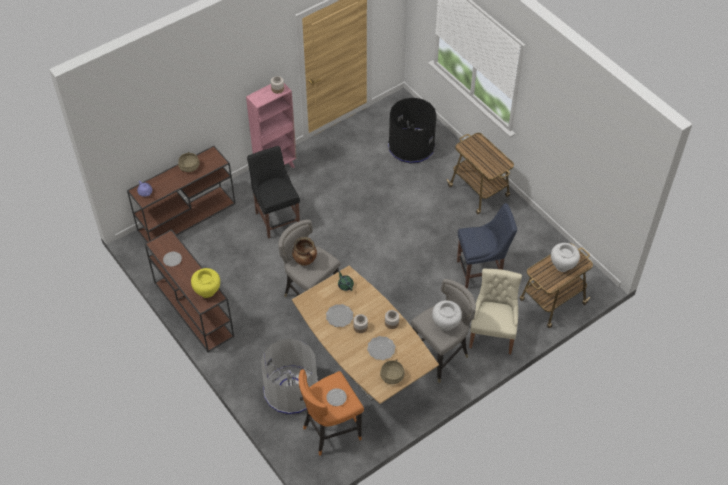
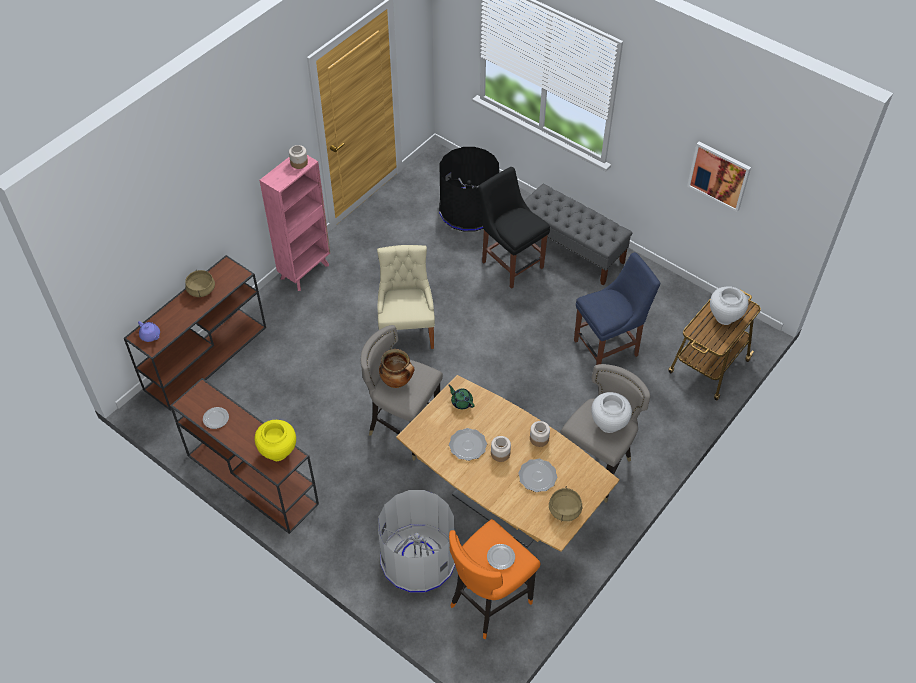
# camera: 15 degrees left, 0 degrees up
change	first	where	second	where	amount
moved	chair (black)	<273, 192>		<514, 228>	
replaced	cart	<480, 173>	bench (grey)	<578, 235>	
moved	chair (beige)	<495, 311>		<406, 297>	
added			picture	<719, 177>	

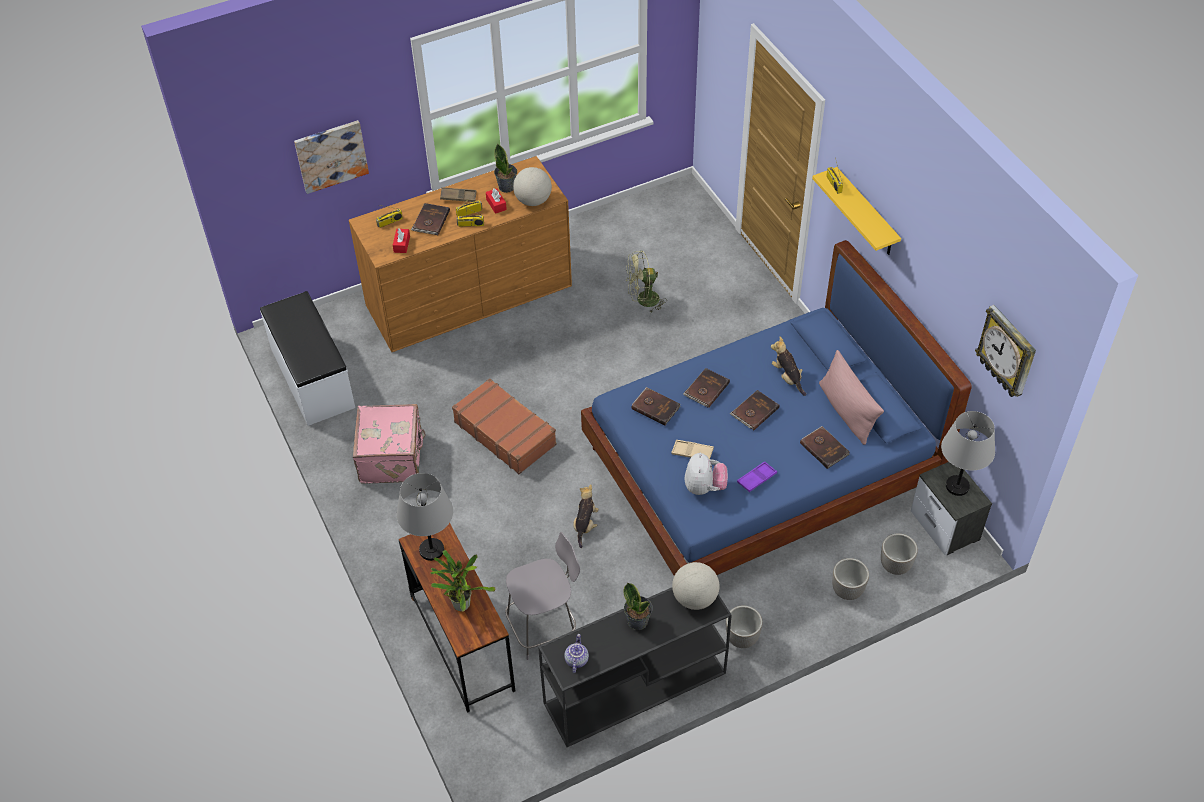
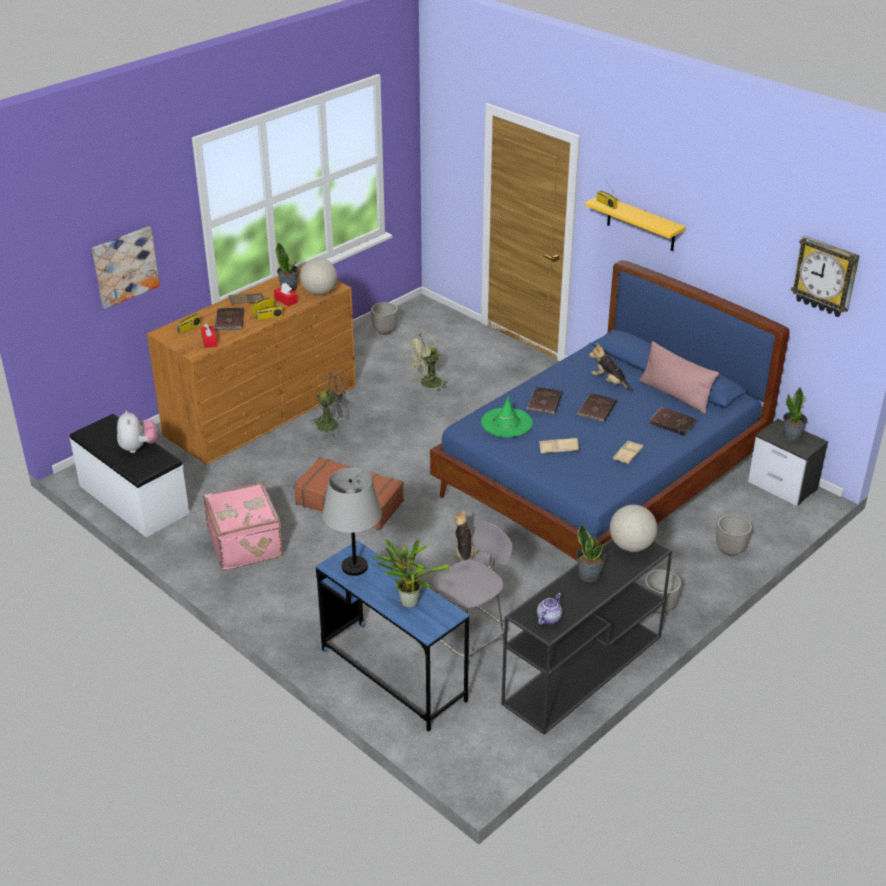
# camera: 20 degrees left, 15 degrees down
change	first	where	second	where	amount
recoloured	desk (brown)	<457, 618>	desk (blue)	<392, 636>	
turned	teapot	<576, 653>		<549, 609>	45 degrees clockwise
replaced	book (brown)	<656, 406>	hat (green)	<507, 416>	
moved	plush toy	<706, 474>		<137, 431>	
recoloured	tray (purple)	<757, 477>	tray (beige)	<628, 452>	
moved	planter	<899, 554>		<384, 318>	
replaced	table lamp (grey)	<968, 453>	potted plant	<795, 414>	
added			fan (grey)	<329, 404>	

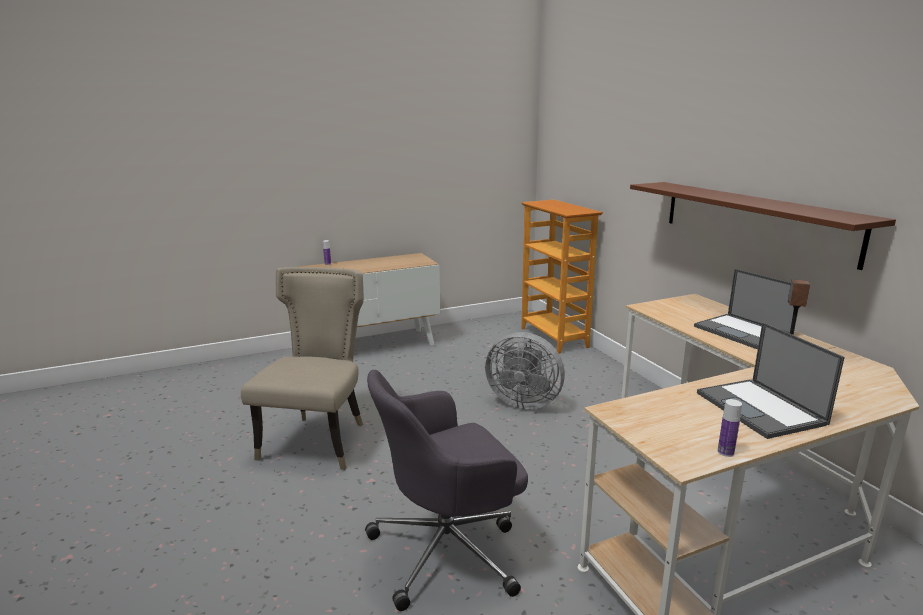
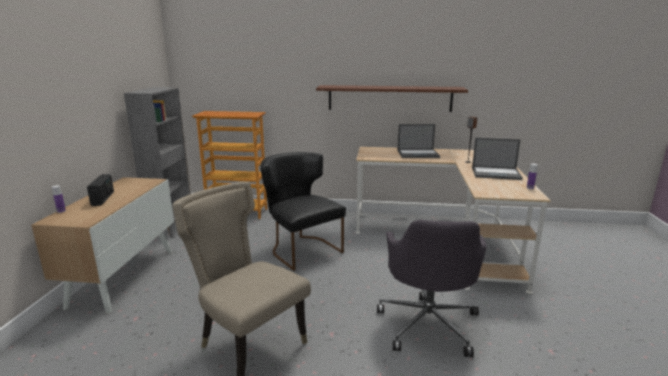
# camera: 60 degrees left, 0 degrees up
change	first	where	second	where	amount
replaced	fan (grey)	<525, 371>	chair (black)	<303, 211>	
added			radio	<100, 190>	
added			bookcase (grey)	<157, 162>	

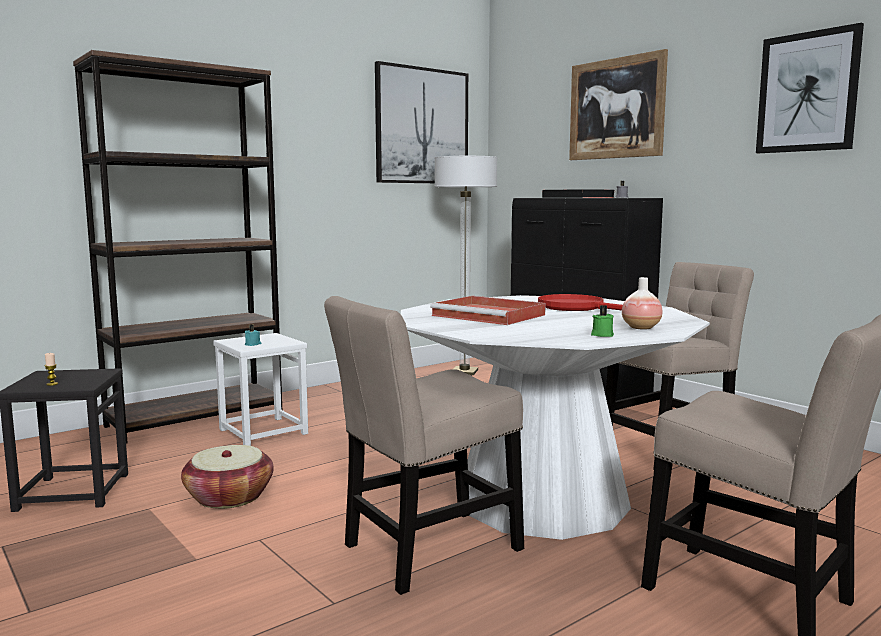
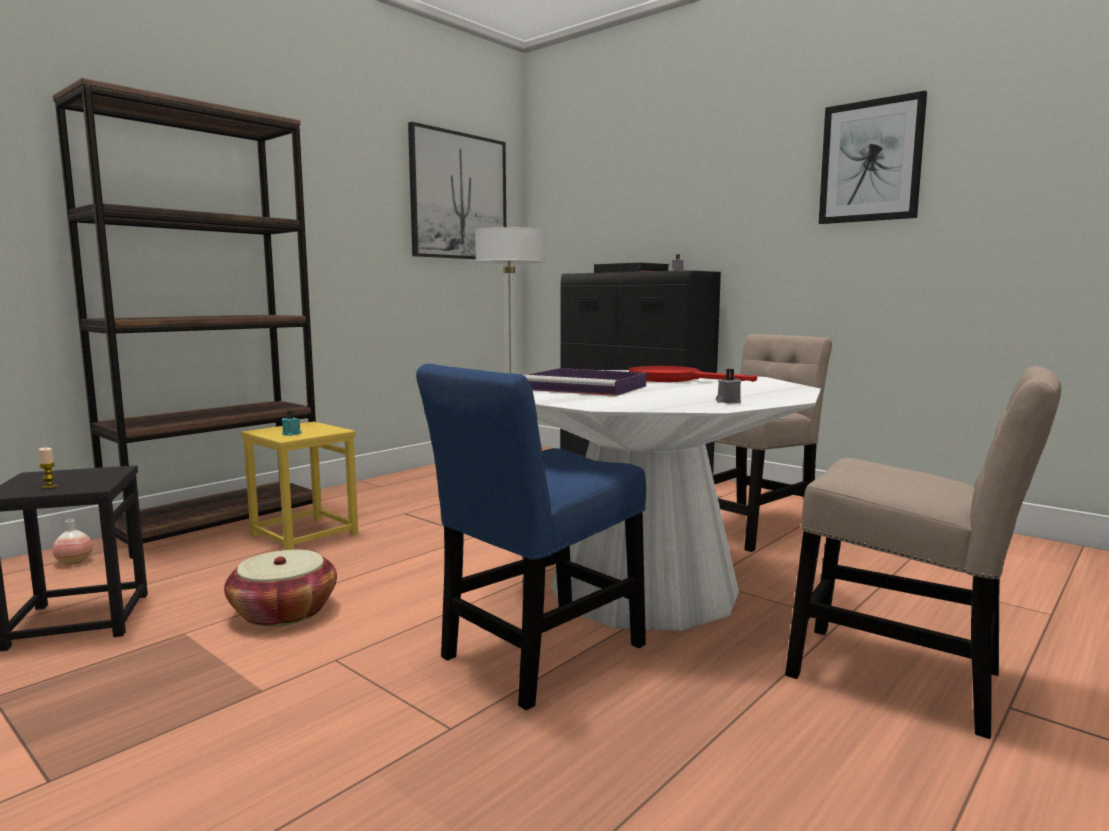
# camera: 10 degrees left, 0 degrees up
change	first	where	second	where	amount
recoloured	stool (white)	<260, 389>	stool (yellow)	<299, 486>	
recoloured	chair (beige)	<424, 445>	chair (blue)	<531, 537>	
recoloured	tray (red)	<488, 310>	tray (purple)	<585, 382>	
removed	picture	<618, 104>			
recoloured	candle (green)	<602, 321>	candle (grey)	<728, 386>	
moved	vase	<642, 303>		<72, 542>	

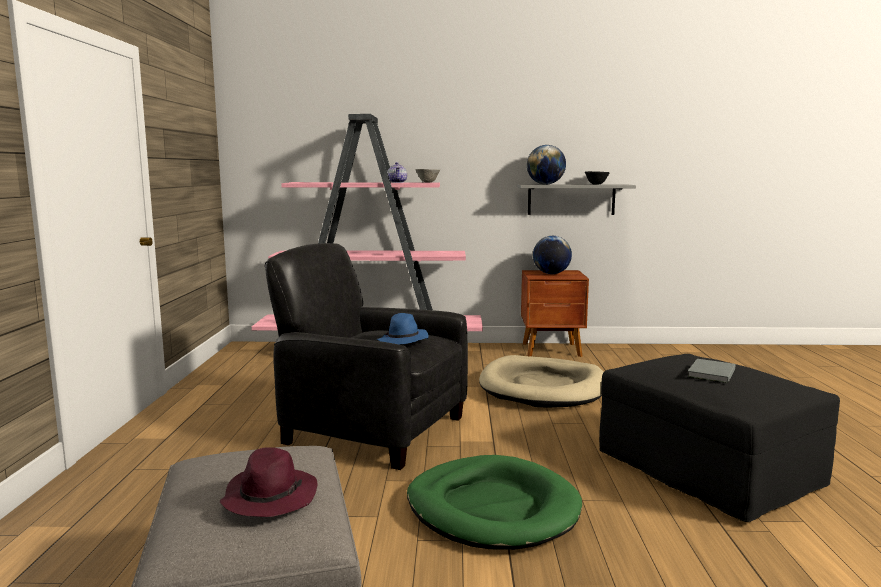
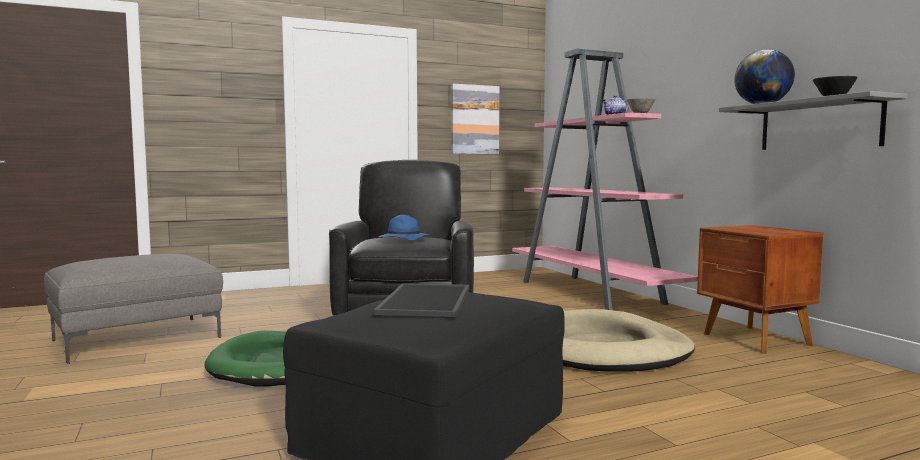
# camera: 65 degrees right, 5 degrees down
change	first	where	second	where	amount
removed	hat (purple)	<268, 482>			
removed	globe	<552, 255>			
replaced	book (grey)	<711, 371>	tray	<421, 300>	
added			picture	<475, 119>	

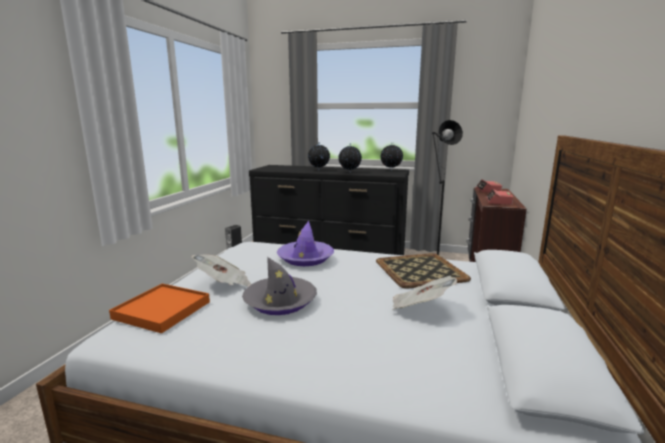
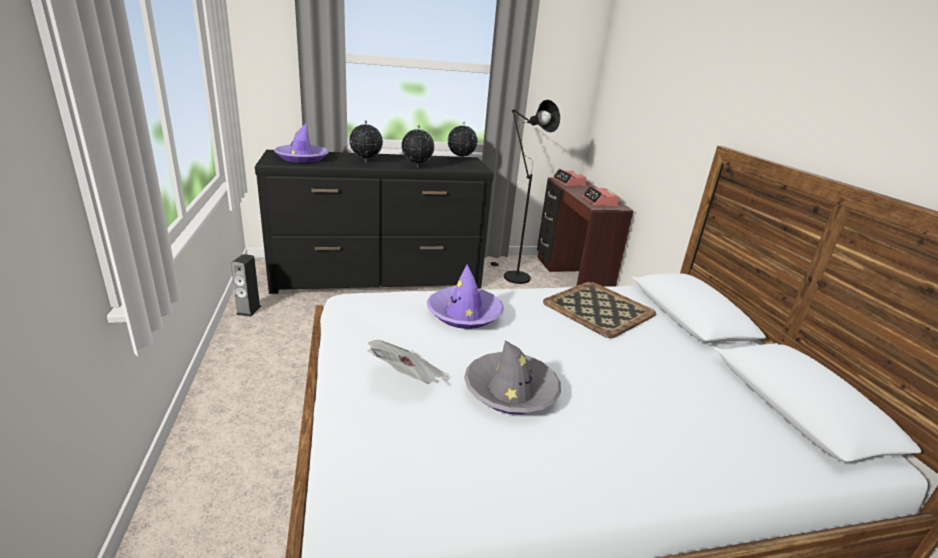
# camera: 30 degrees left, 10 degrees up
change	first	where	second	where	amount
removed	tray (orange)	<159, 308>			
removed	newspaper	<425, 293>			
added			hat (purple)	<301, 143>	

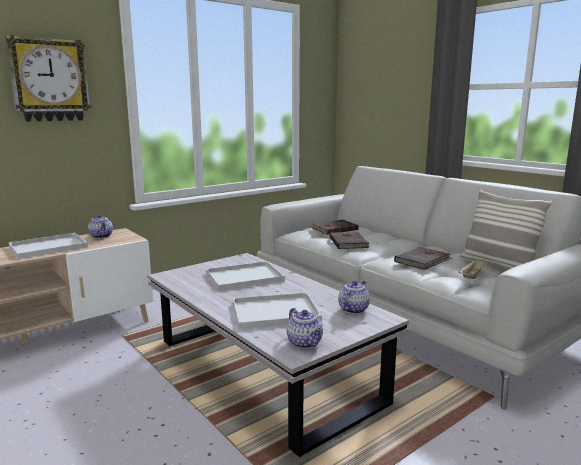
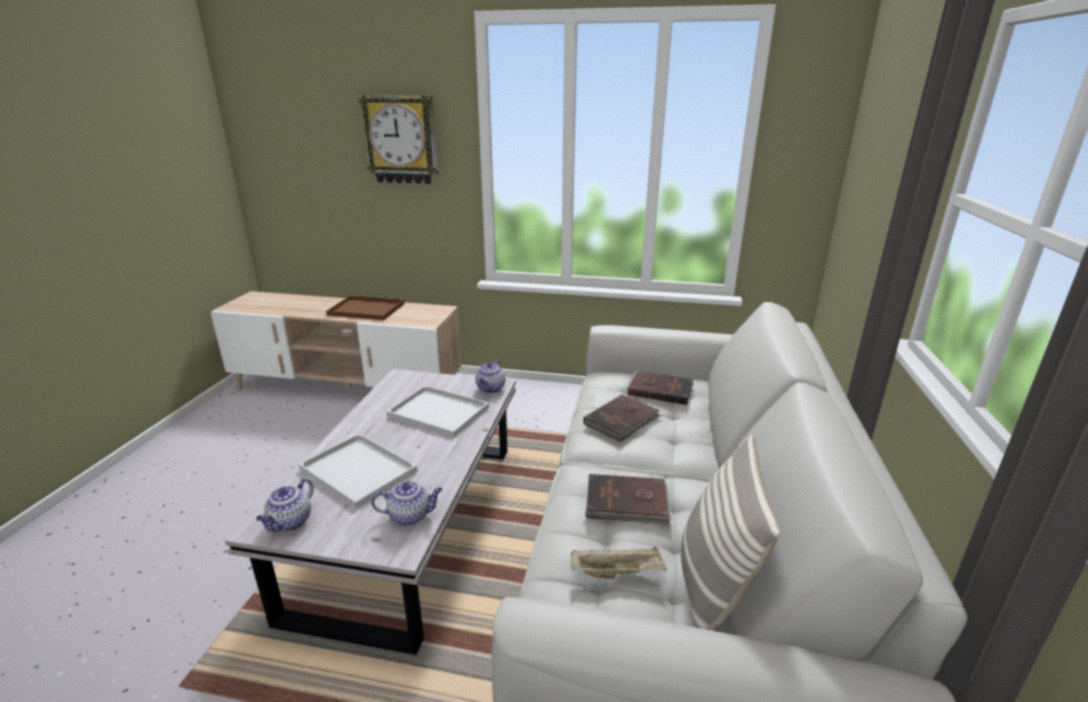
# camera: 50 degrees right, 10 degrees up
change	first	where	second	where	amount
recoloured	tray (white)	<48, 246>	tray (brown)	<365, 308>	
moved	teapot	<100, 226>		<491, 376>	

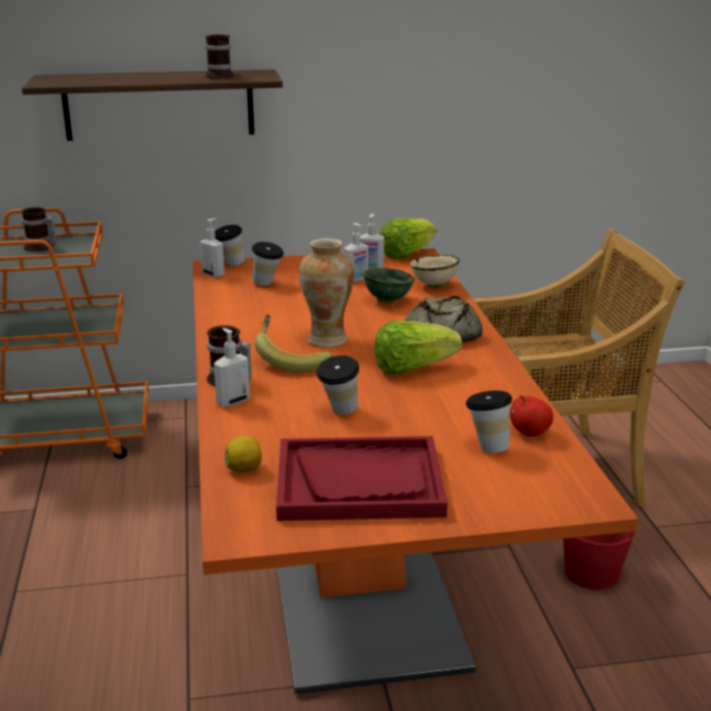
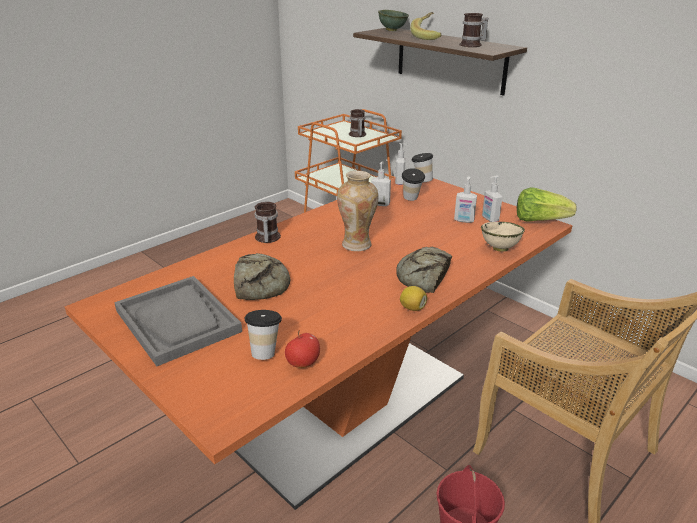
# camera: 55 degrees right, 5 degrees up
change	first	where	second	where	amount
moved	soap dispenser	<232, 367>		<381, 183>	
moved	lemon	<243, 453>		<413, 298>	
moved	banana	<294, 343>		<426, 26>	
recoloured	tray (red)	<362, 478>	tray (grey)	<178, 321>	
replaced	cup	<337, 384>	bread	<262, 276>	
moved	bowl (green)	<389, 286>		<393, 20>	
removed	lettuce	<418, 348>			

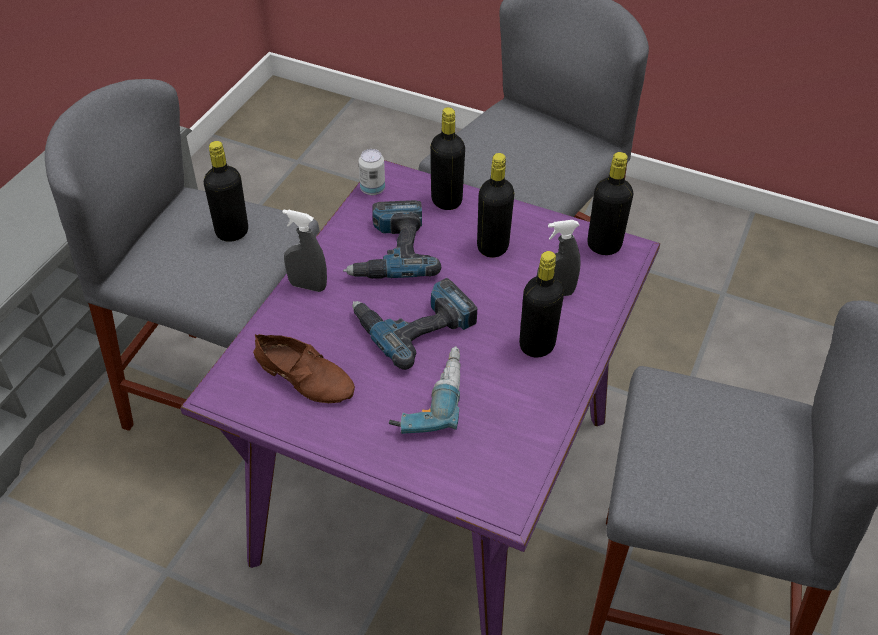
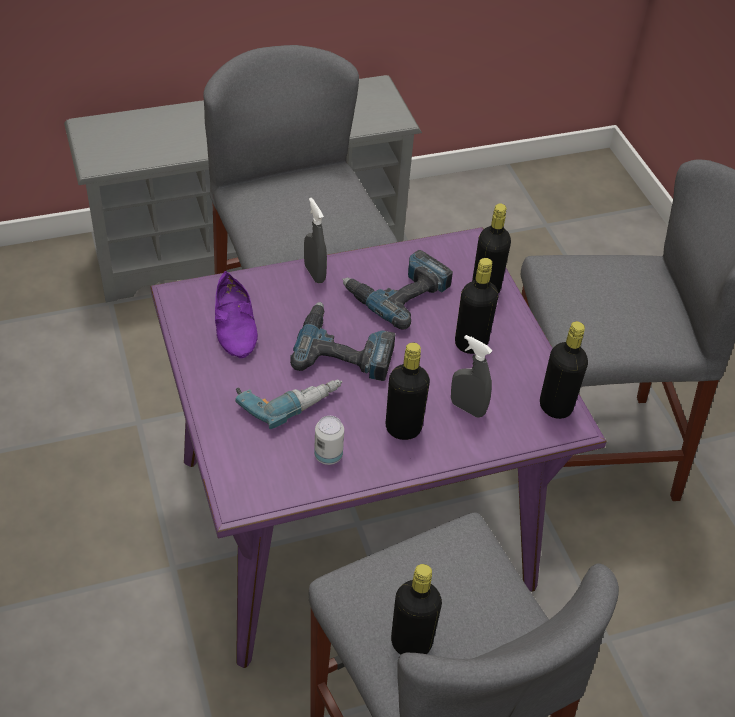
# camera: 45 degrees right, 0 degrees up
change	first	where	second	where	amount
moved	bottle (black)	<226, 191>		<416, 609>	
recoloured	shoe (brown)	<304, 368>	shoe (purple)	<236, 314>	
moved	can	<372, 172>		<329, 440>	

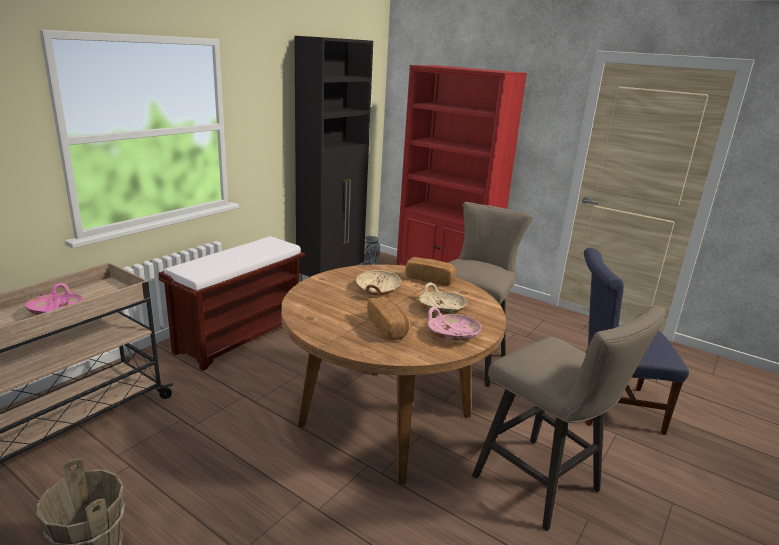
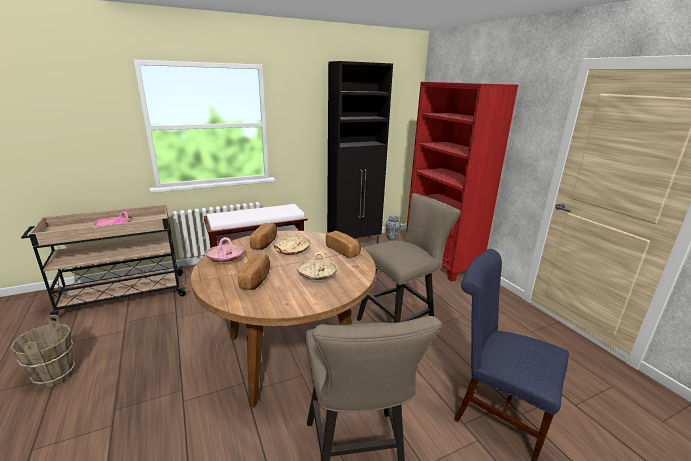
# camera: 30 degrees right, 0 degrees up
change	first	where	second	where	amount
moved	bowl (pink)	<454, 324>		<224, 249>	
added			bread	<263, 236>	

